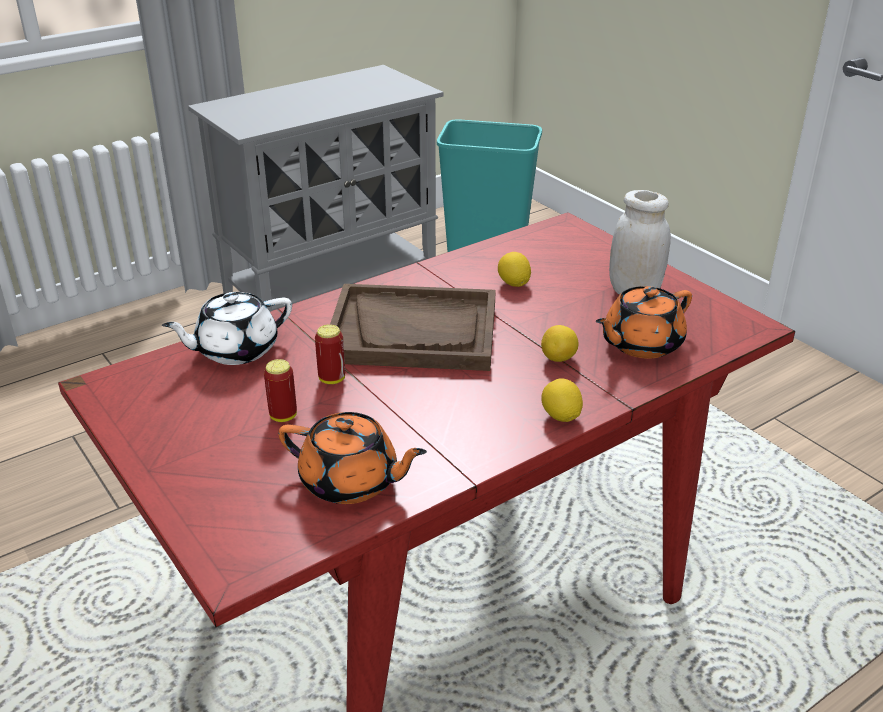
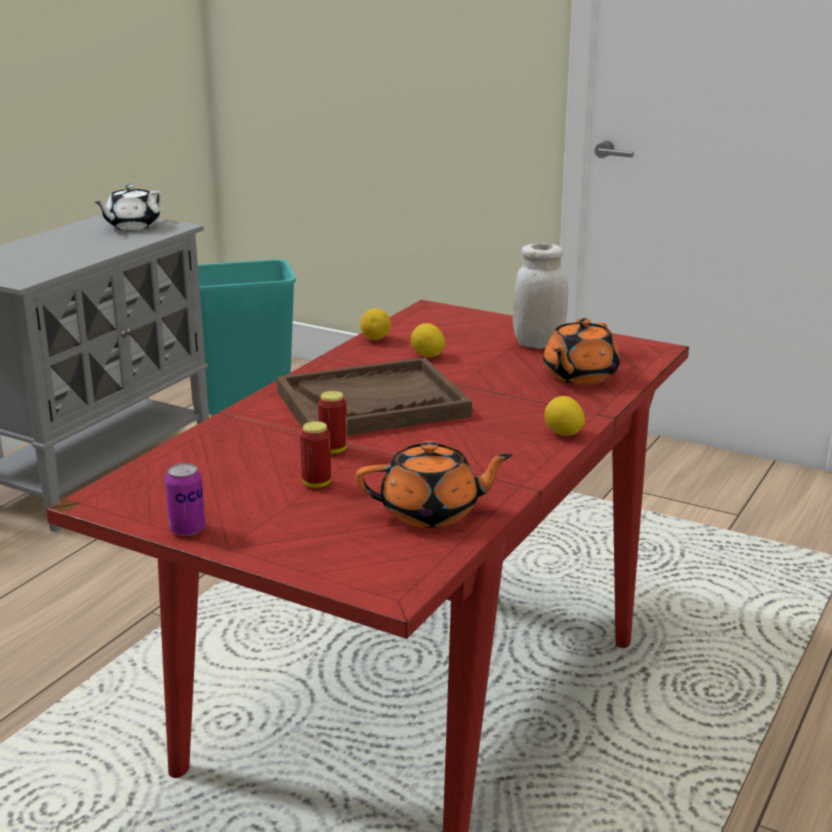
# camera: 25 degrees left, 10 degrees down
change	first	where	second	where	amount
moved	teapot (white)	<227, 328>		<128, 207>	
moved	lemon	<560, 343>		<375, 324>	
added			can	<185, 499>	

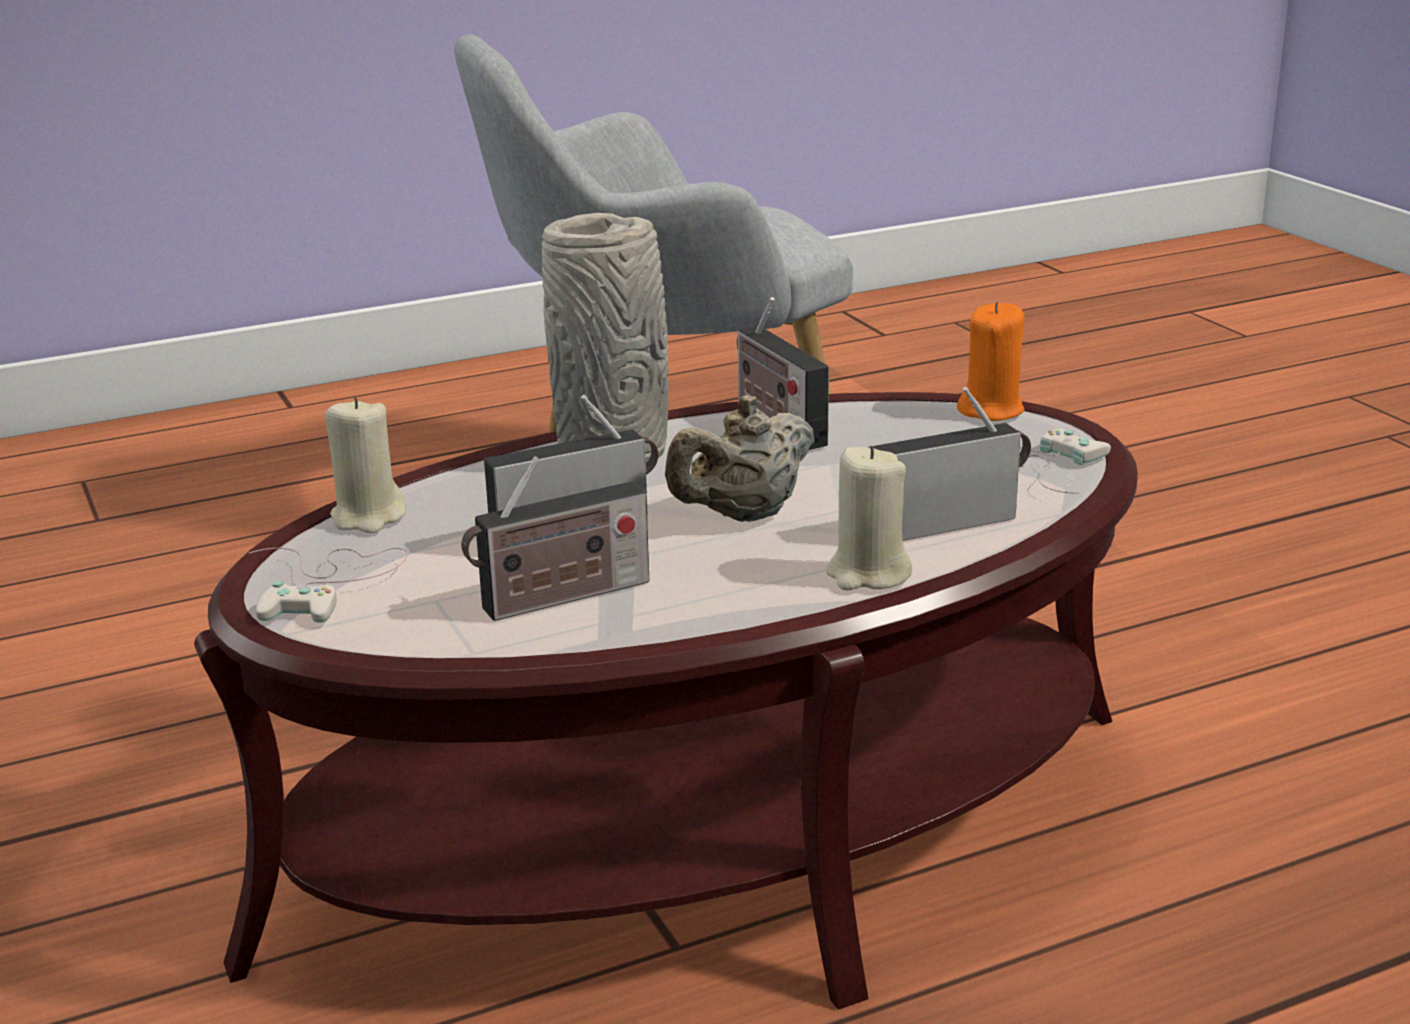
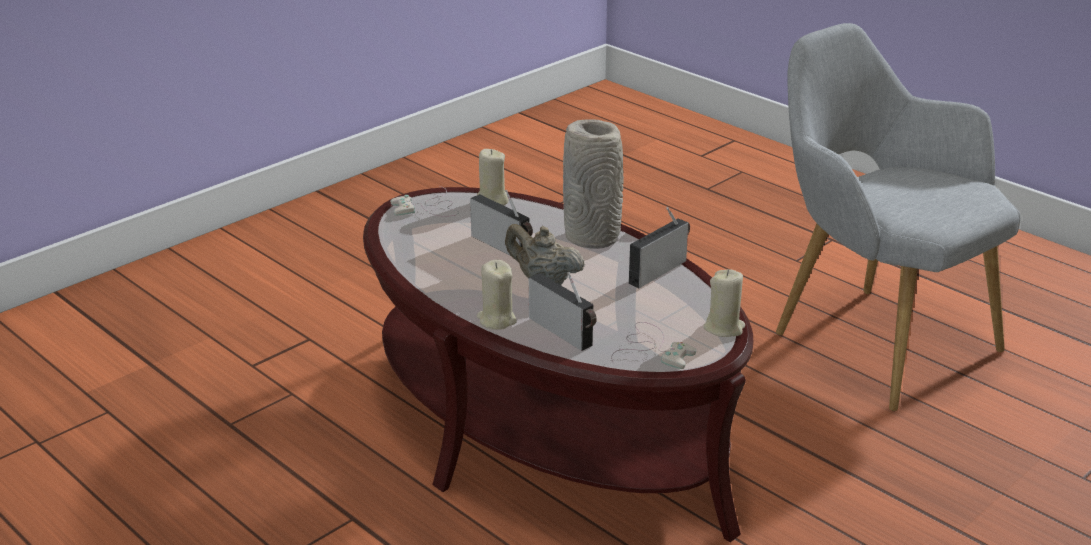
# camera: 70 degrees right, 5 degrees up
change	first	where	second	where	amount
removed	radio	<555, 538>			
recoloured	candle (orange)	<991, 361>	candle (beige)	<724, 303>	

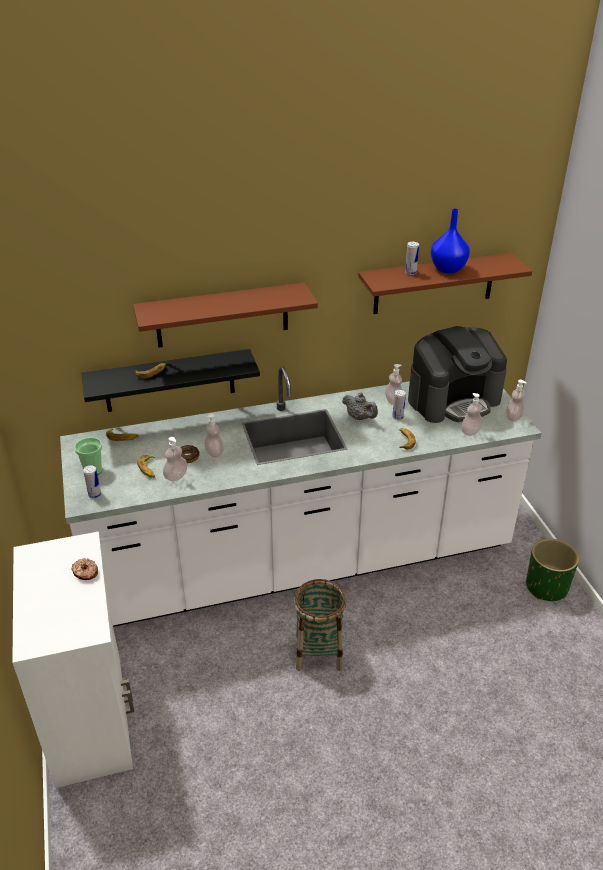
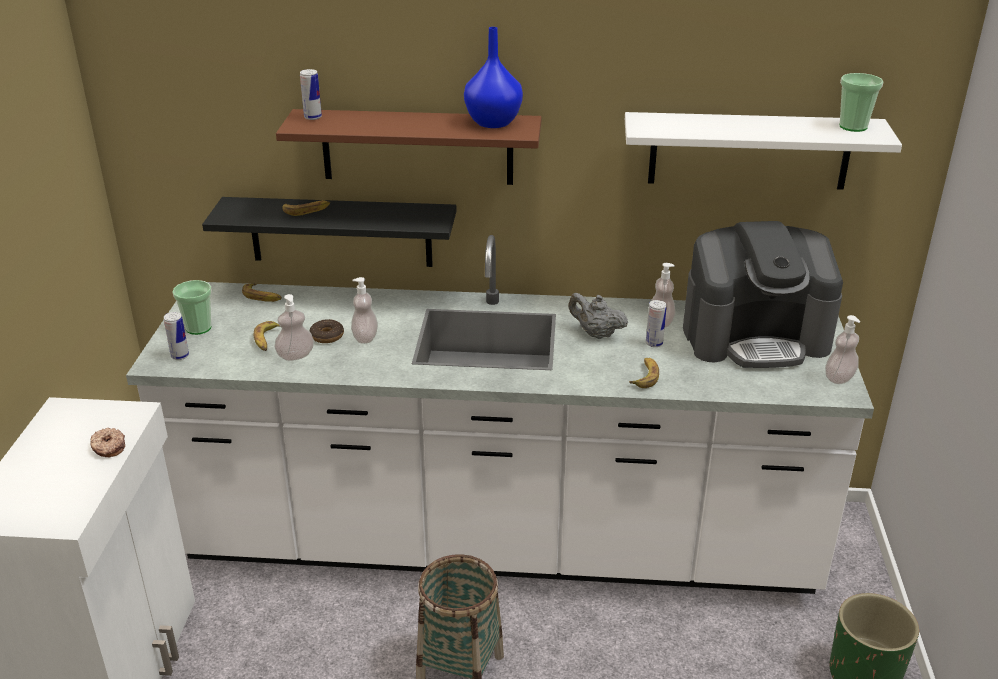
# camera: 20 degrees right, 5 degrees down
change	first	where	second	where	amount
turned	teapot (grey)	<360, 406>		<598, 316>	150 degrees clockwise
recoloured	shelf (brown)	<445, 283>	shelf (white)	<763, 151>	
moved	can	<412, 258>		<311, 94>	
moved	vase (blue)	<450, 241>		<493, 77>	
removed	soap dispenser	<472, 414>			
added			cup	<861, 102>	

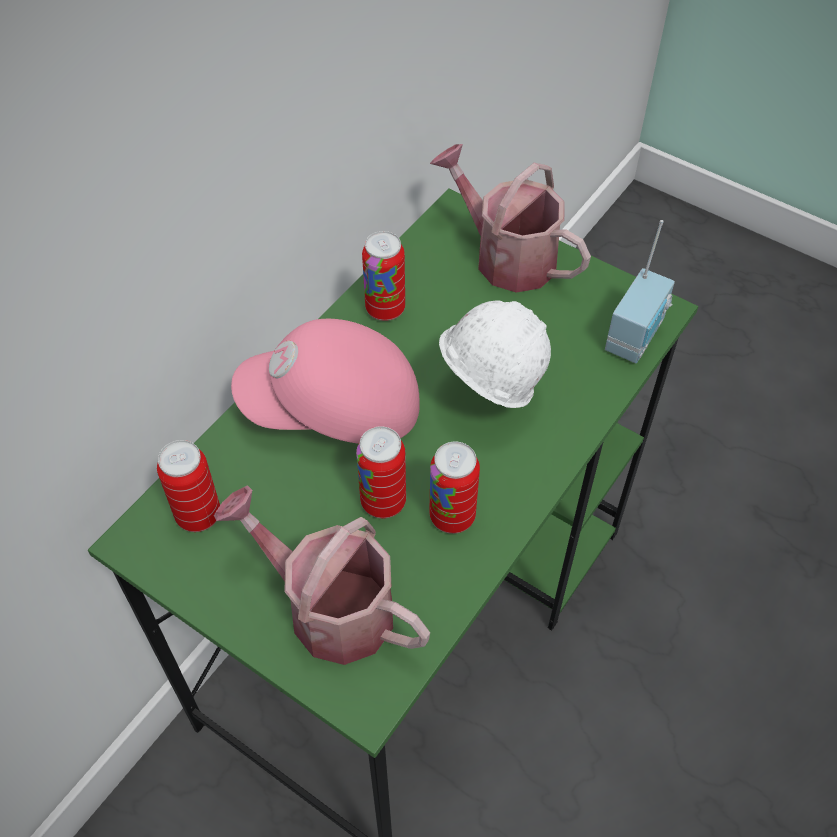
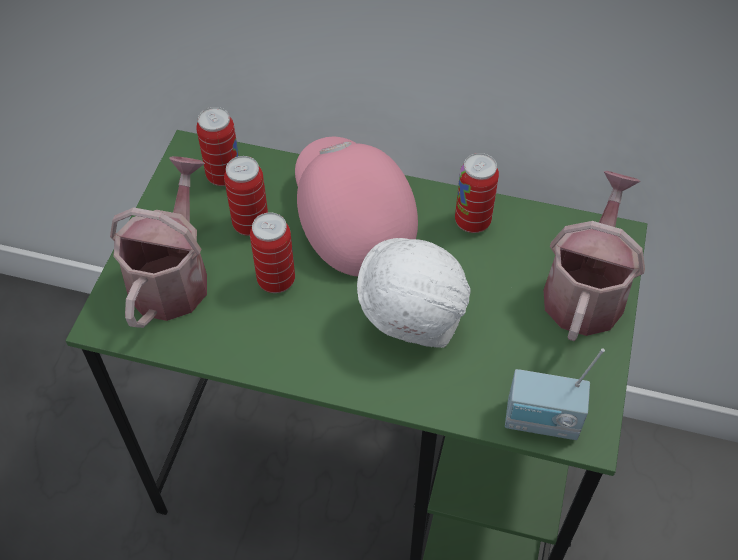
# camera: 70 degrees right, 0 degrees up
change	first	where	second	where	amount
moved	can	<454, 487>		<246, 196>	

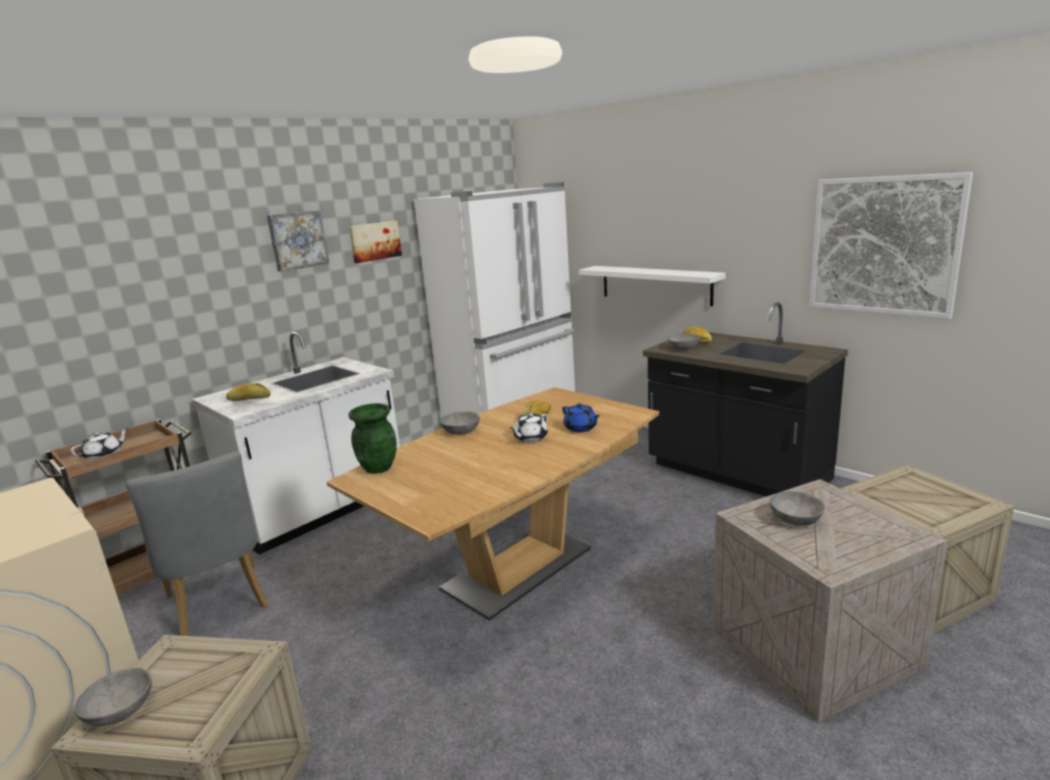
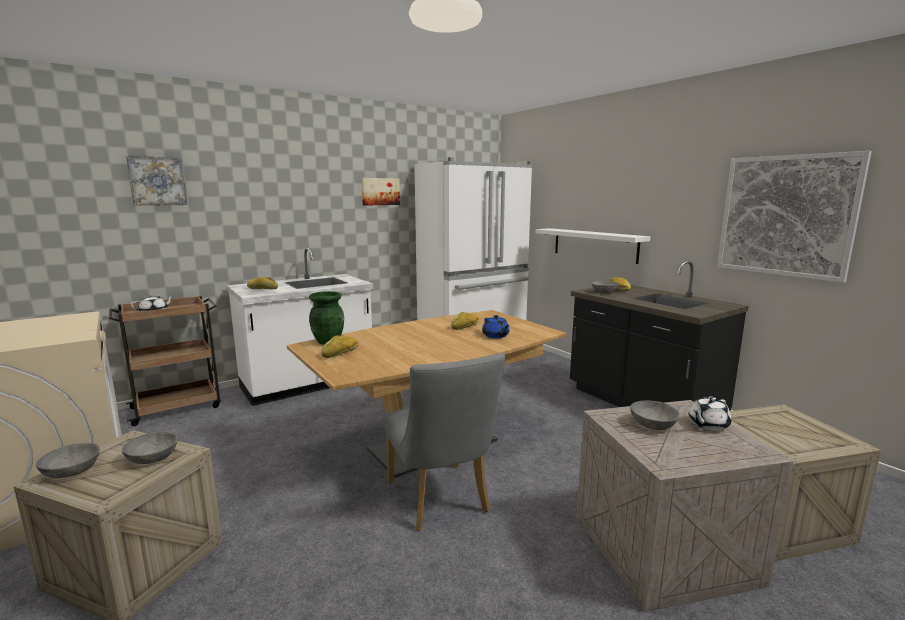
# camera: 10 degrees right, 5 degrees down
change	first	where	second	where	amount
moved	chair (grey)	<196, 544>		<444, 441>	
moved	picture	<298, 241>		<156, 180>	
moved	bowl (grey)	<460, 423>		<150, 447>	
moved	teapot (white)	<529, 427>		<709, 413>	
added			bread	<340, 347>	

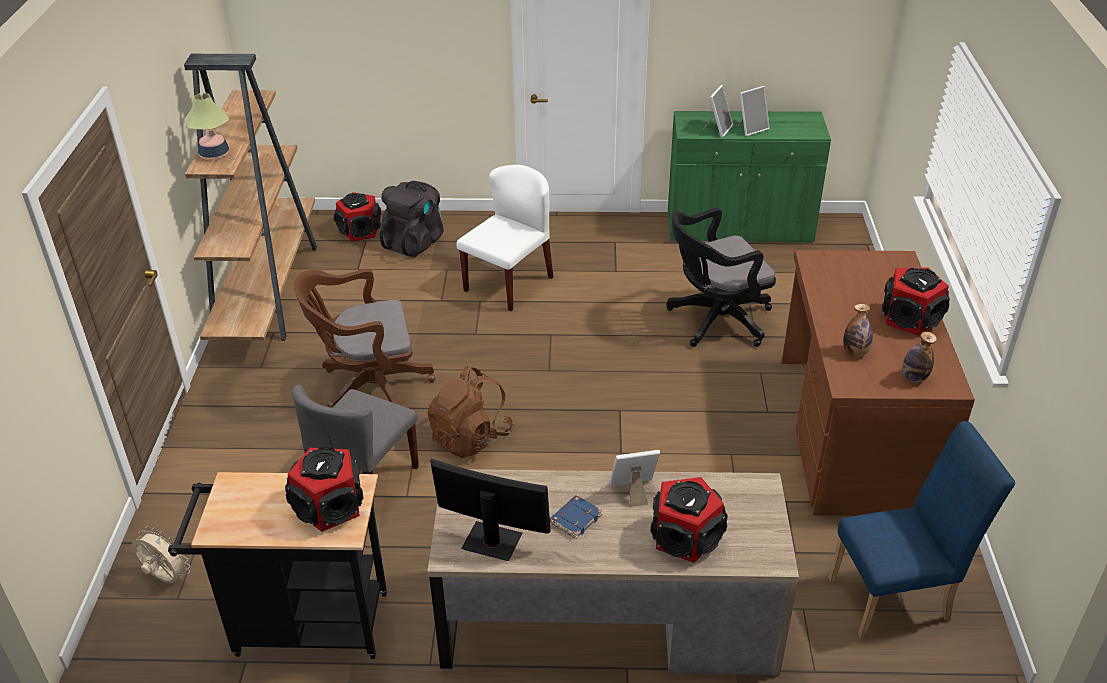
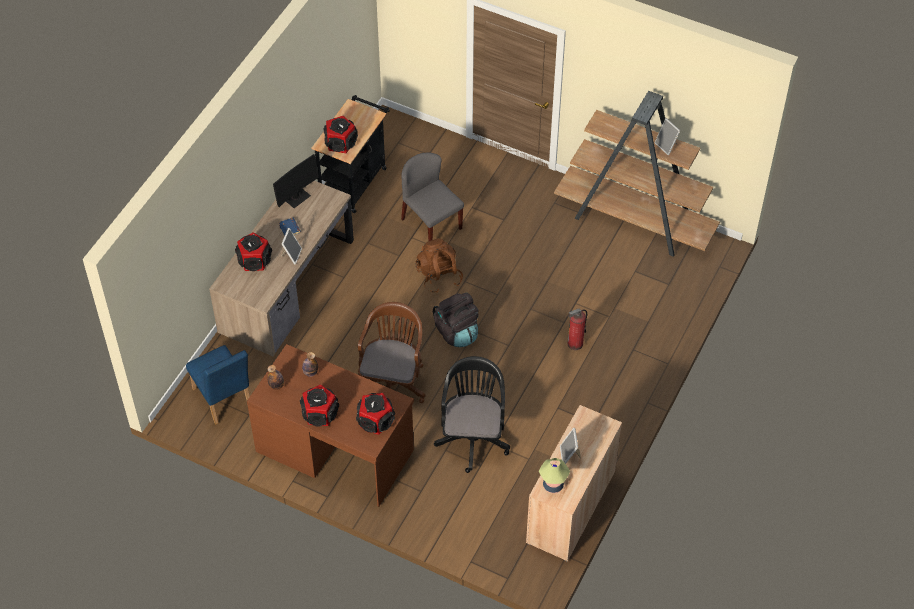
# camera: 115 degrees right, 15 degrees up
change	first	where	second	where	amount
removed	fan (beige)	<161, 554>			
moved	table lamp	<207, 126>		<554, 475>	
moved	office chair (brown)	<364, 338>		<392, 352>	
moved	speaker	<357, 216>		<375, 414>	
moved	backpack (black)	<412, 219>		<455, 320>	
replaced	chair (white)	<504, 238>	fire extinguisher	<577, 329>	
recoloured	cabinet (green)	<749, 177>	cabinet (beige)	<574, 483>	
moved	picture frame	<719, 111>		<667, 136>	
turned	chair (blue)	<921, 530>		<218, 385>	45 degrees counterclockwise

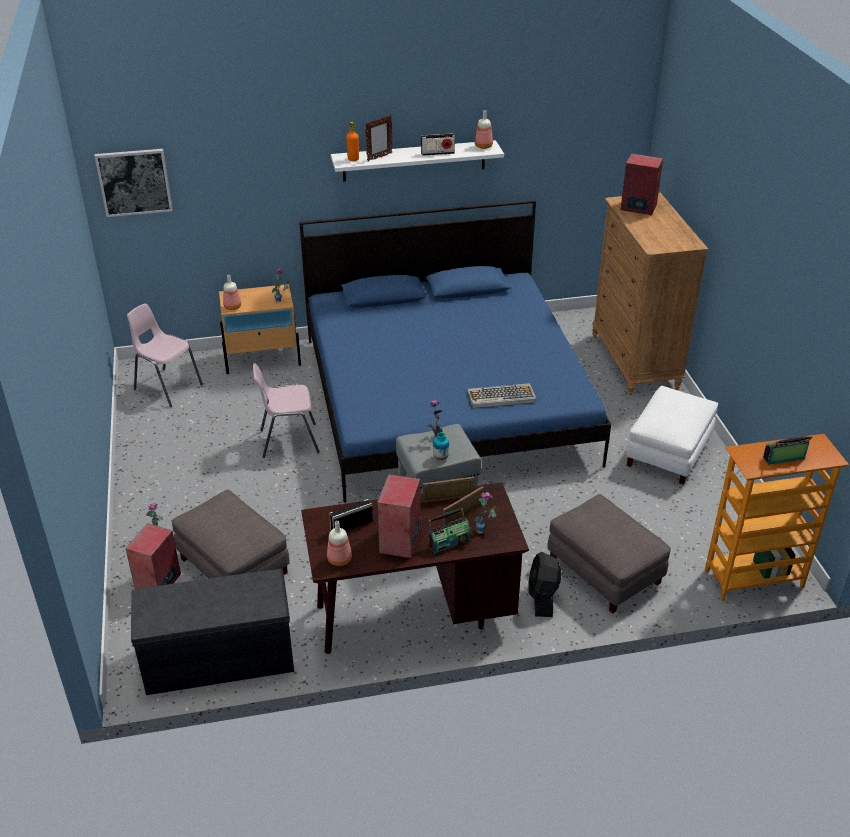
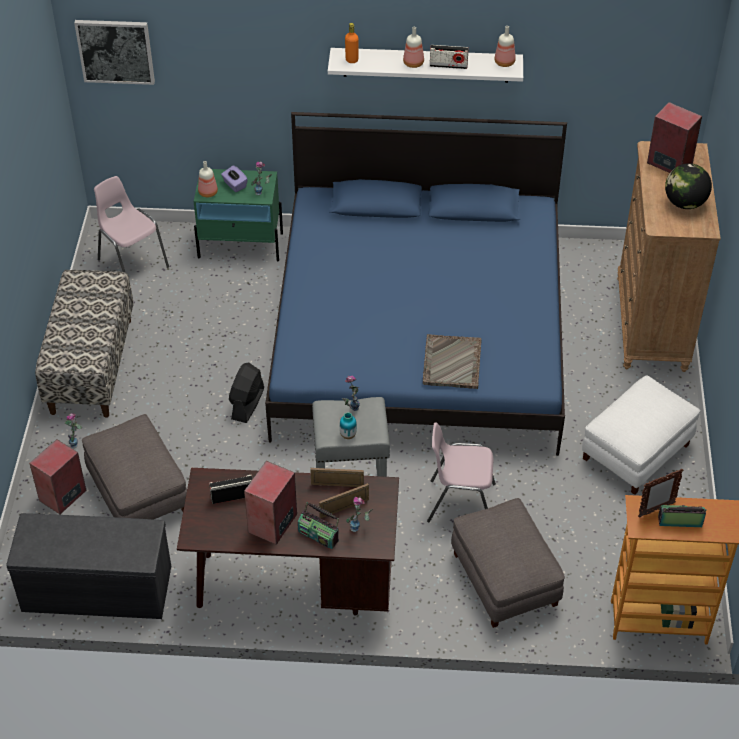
# camera: 15 degrees right, 10 degrees up
change	first	where	second	where	amount
recoloured	nightstand (beige)	<260, 329>	nightstand (green)	<238, 215>	
moved	chair (pink)	<286, 410>		<461, 472>	
moved	bottle	<339, 543>		<413, 47>	
moved	picture frame	<378, 138>		<660, 493>	
turned	radio	<449, 531>		<318, 525>	45 degrees clockwise
replaced	keyboard	<501, 395>	tray (grey)	<452, 361>	
moved	fan (black)	<545, 584>		<246, 392>	
added			bench	<84, 343>	
added			tissue box (purple)	<234, 178>	
added			globe	<688, 186>	

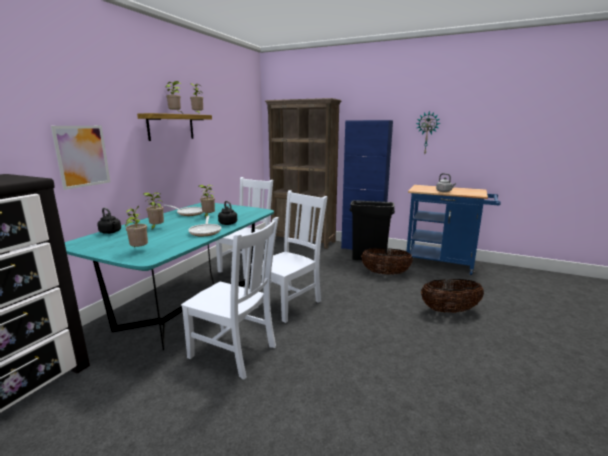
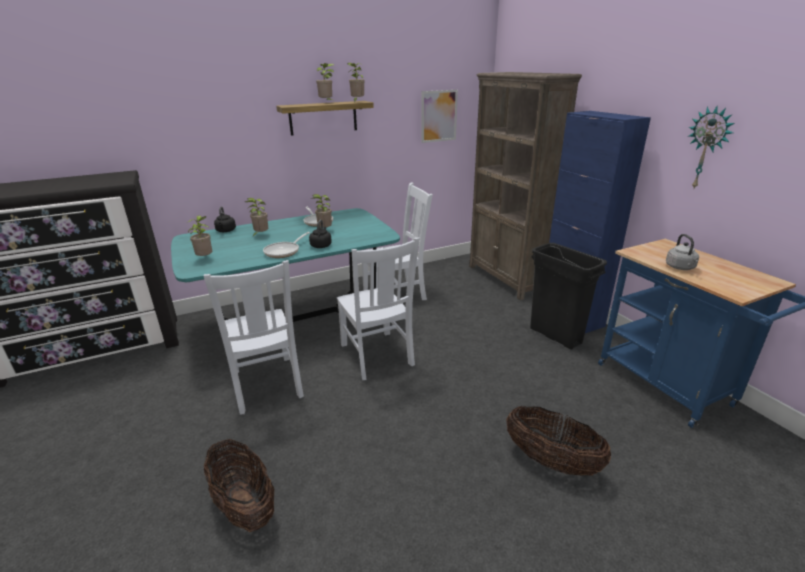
# camera: 40 degrees right, 10 degrees up
change	first	where	second	where	amount
moved	picture	<80, 158>		<439, 116>	
turned	chair (white)	<289, 256>		<378, 308>	75 degrees clockwise
moved	basket	<387, 261>		<239, 485>	

